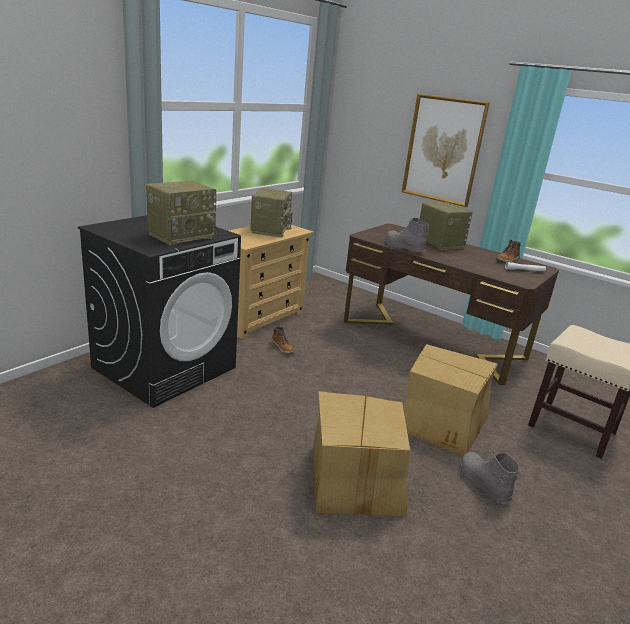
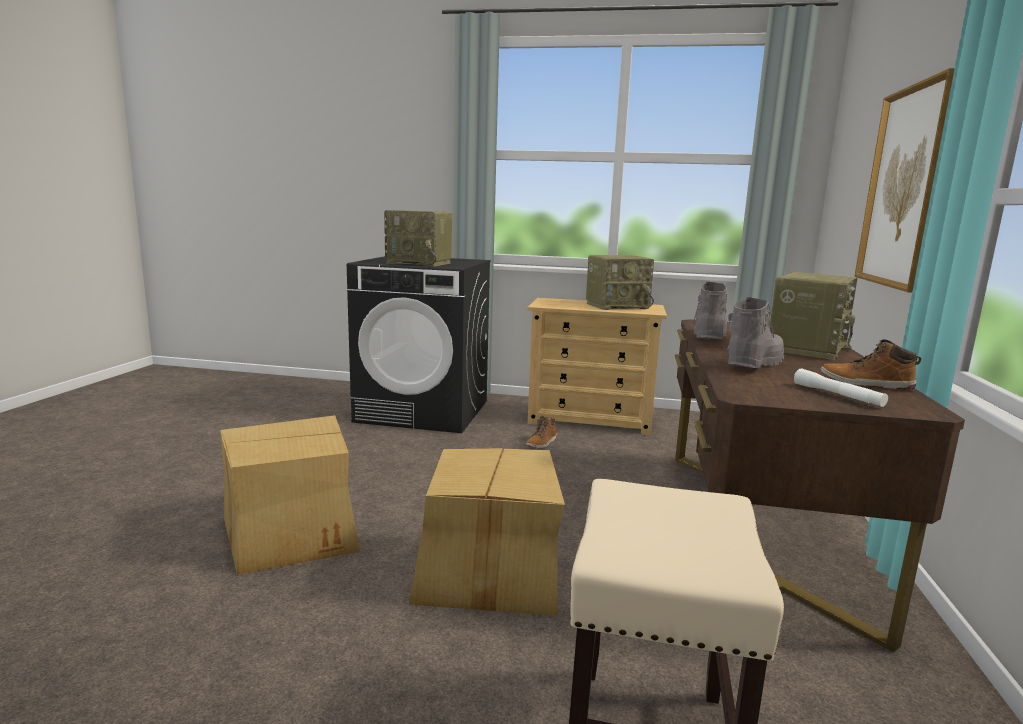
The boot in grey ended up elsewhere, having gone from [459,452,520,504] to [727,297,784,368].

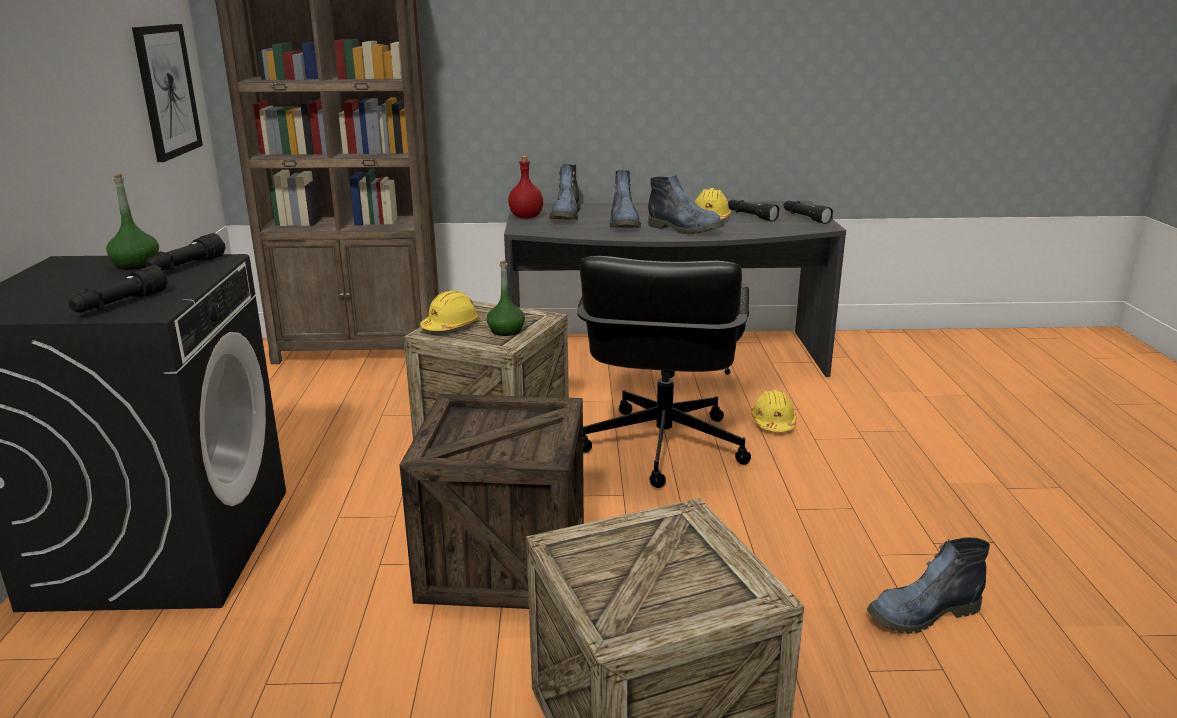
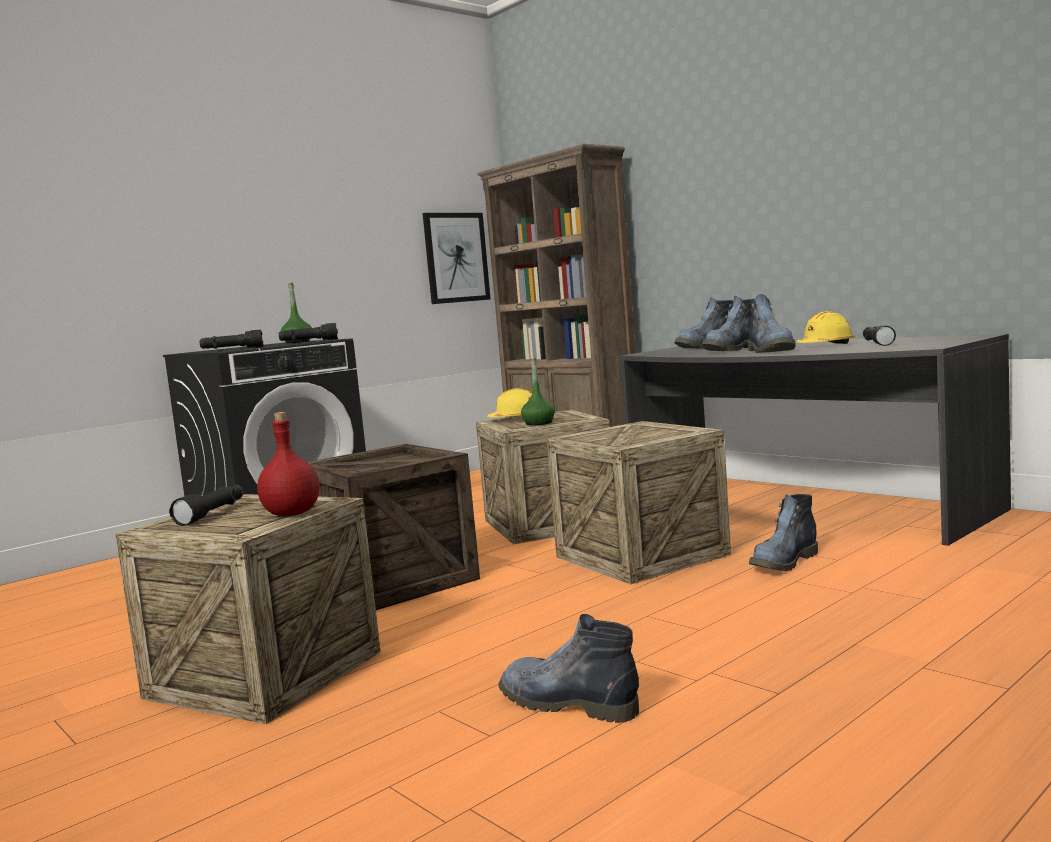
The flashlight in black ended up elsewhere, having gone from [783,201,833,224] to [169,484,243,526].
The bottle in red ended up elsewhere, having gone from [508,156,543,219] to [257,412,320,516].
Where the office chair in black stood at [577,256,751,488], the crate came to stand at [546,421,731,585].
Where the hard hat in yellow stood at [751,389,797,432], the boot came to stand at [749,494,818,571].

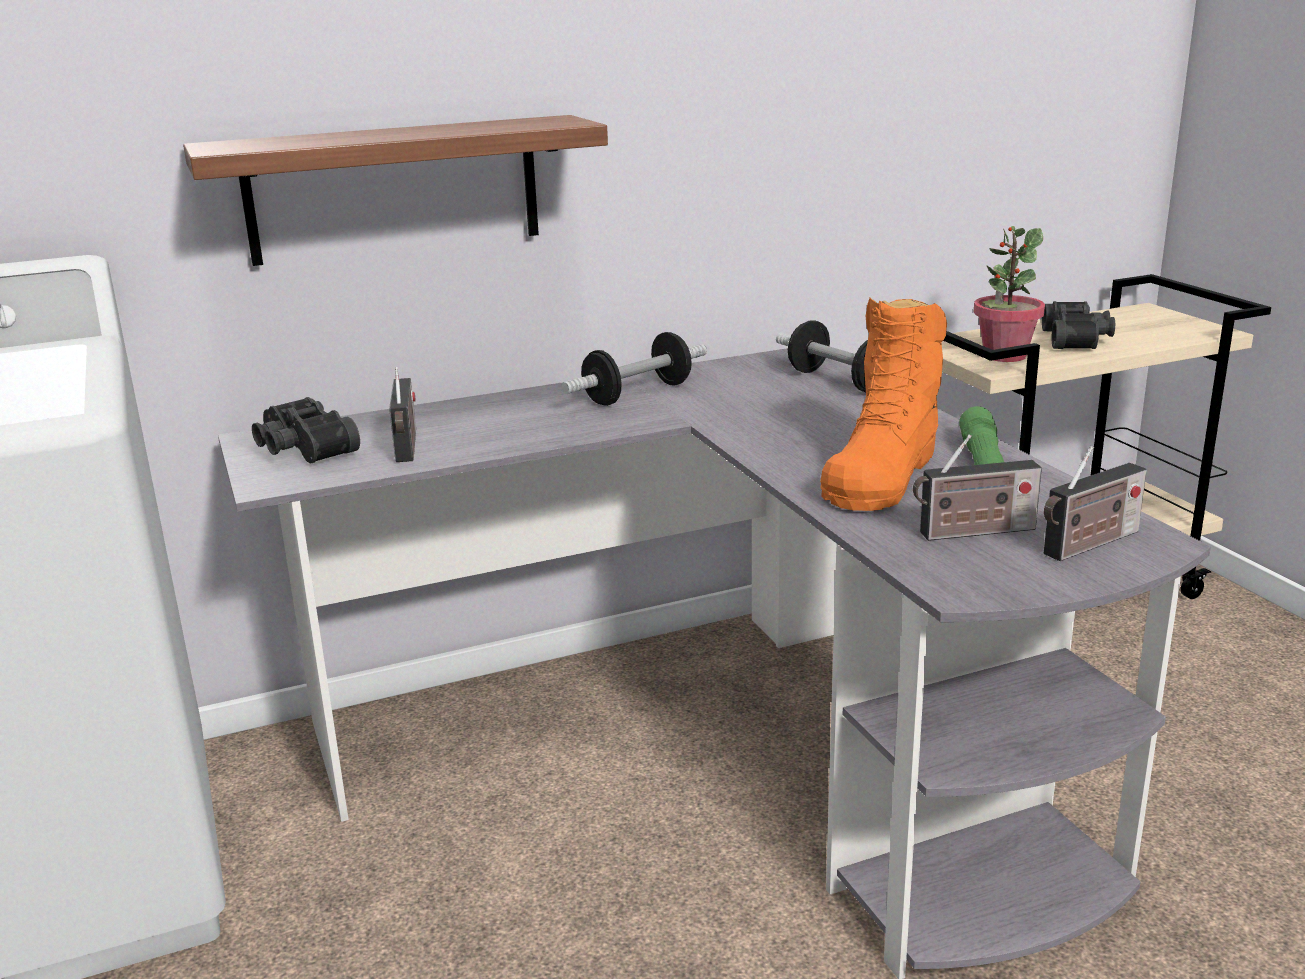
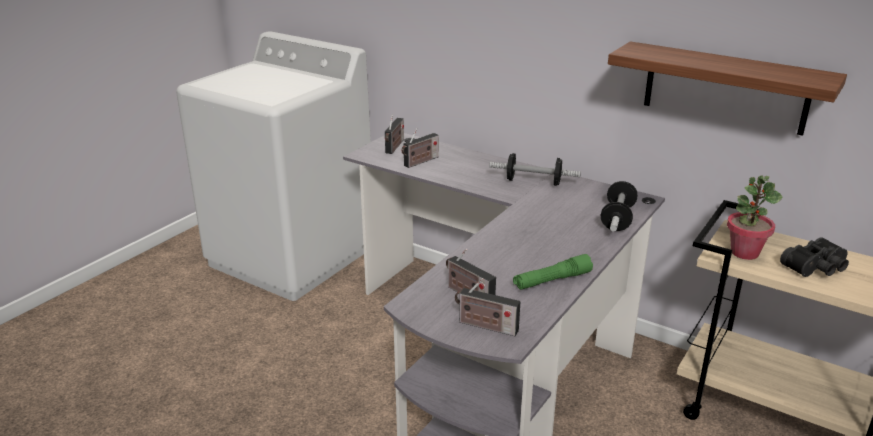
Where the binoculars in black stood at [252,397,360,463], the radio came to stand at [385,114,404,154].
The shelf ended up elsewhere, having gone from [183,115,608,266] to [608,41,847,136].
The second view lost the boot in orange at [820,298,947,511].

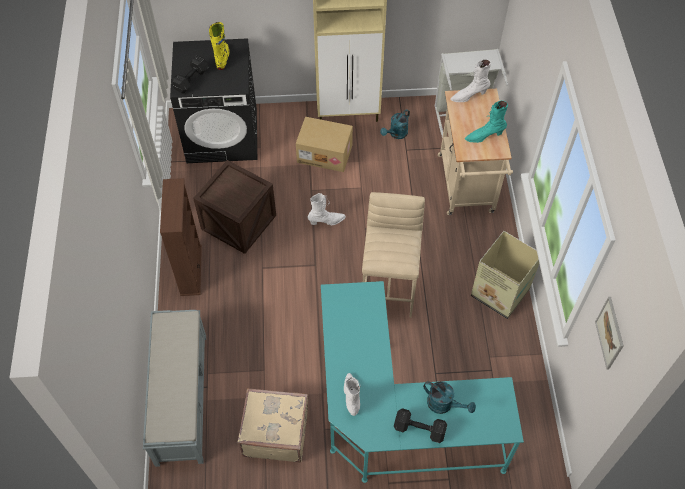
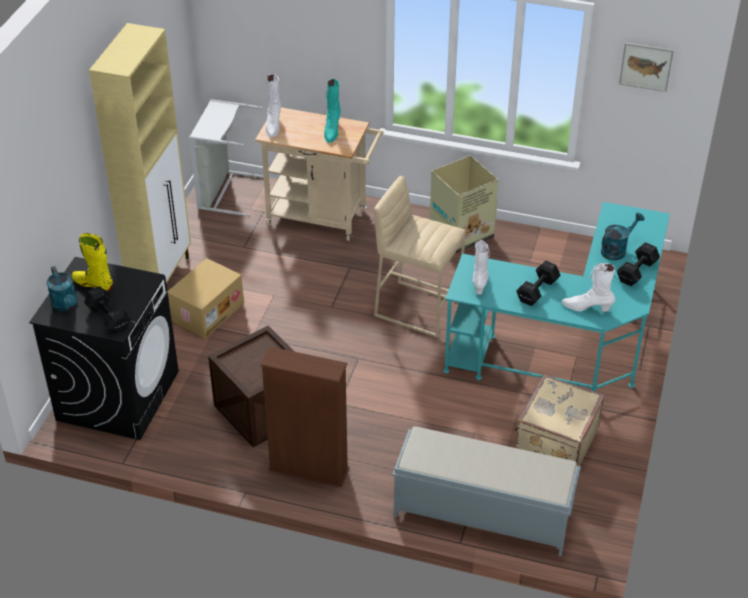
The watering can in turquoise ended up elsewhere, having gone from [380,109,410,139] to [47,266,78,311].
The boot in white ended up elsewhere, having gone from [308,193,346,225] to [473,240,490,295].
The second view gained the dumbbell in black at [516,260,561,306].

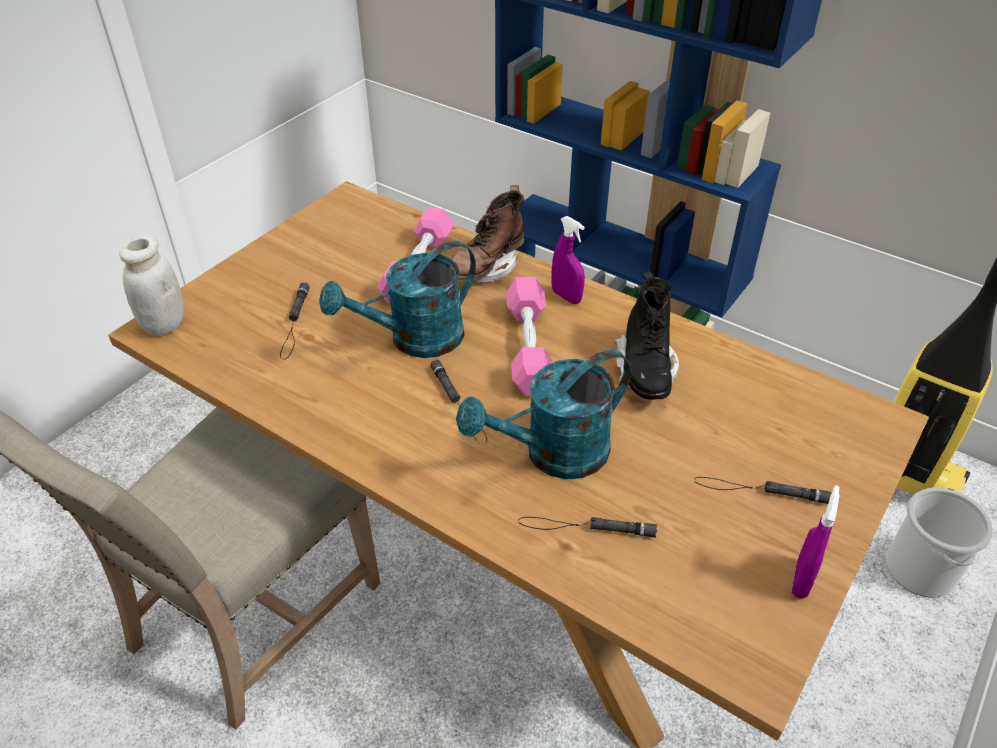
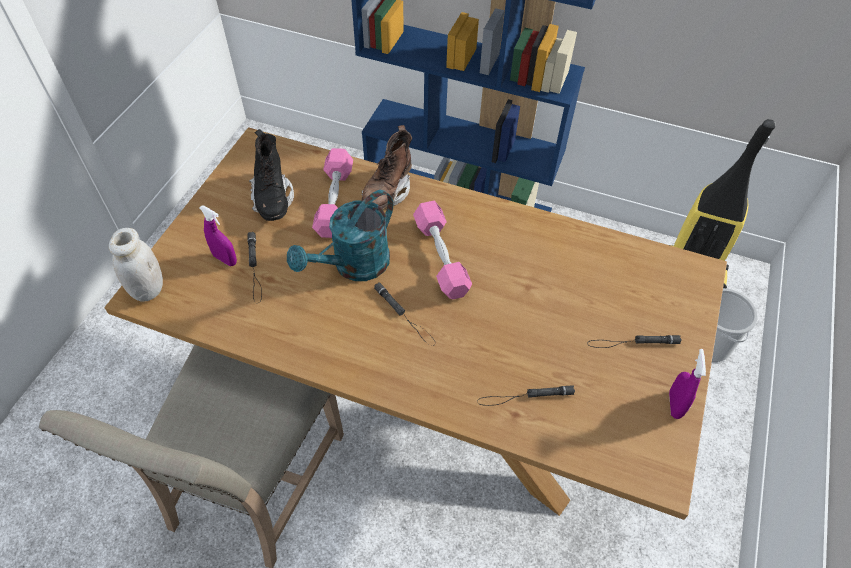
The spray bottle in purple ended up elsewhere, having gone from [552,216,585,304] to [199,205,237,266].
The boot in black ended up elsewhere, having gone from [614,271,679,400] to [249,129,294,221].
The second view lost the watering can in turquoise at [456,349,631,479].

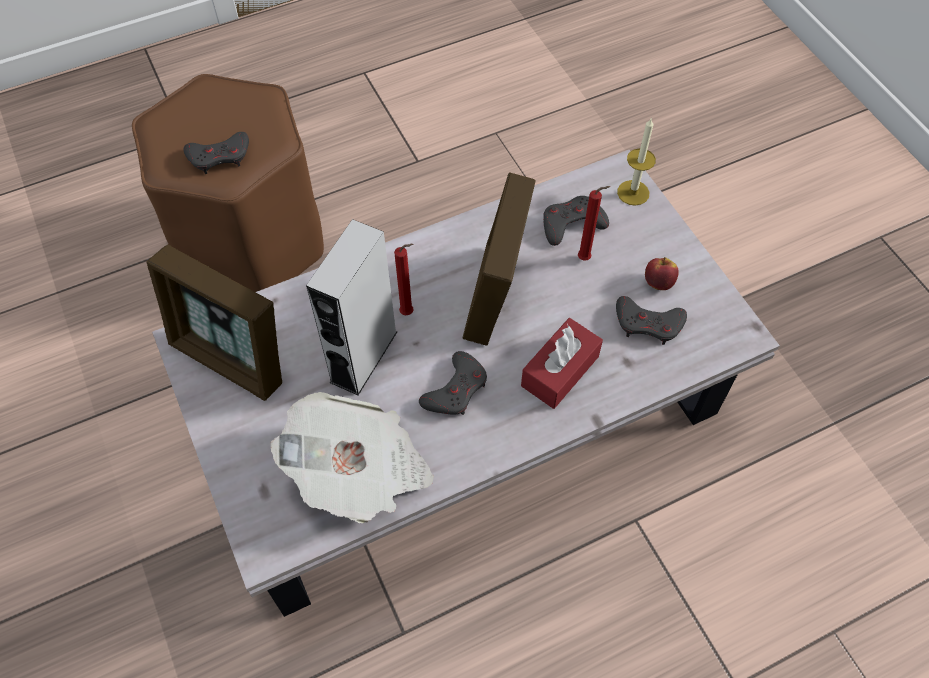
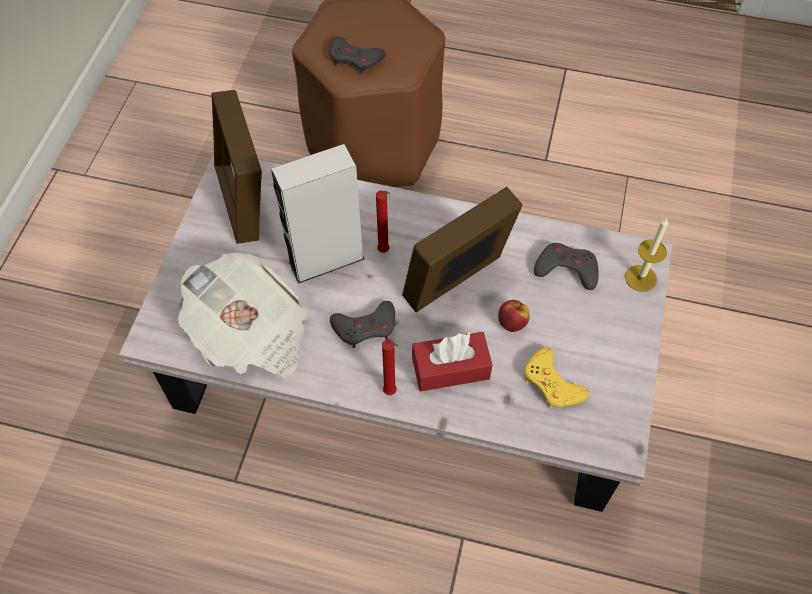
The candle in red ended up elsewhere, having gone from [578,186,610,261] to [382,339,398,395].
The apple ended up elsewhere, having gone from [645,257,679,290] to [498,300,530,332].
What was the game controller in grey at [616,296,687,345] turned into the game controller in yellow at [524,347,589,407].

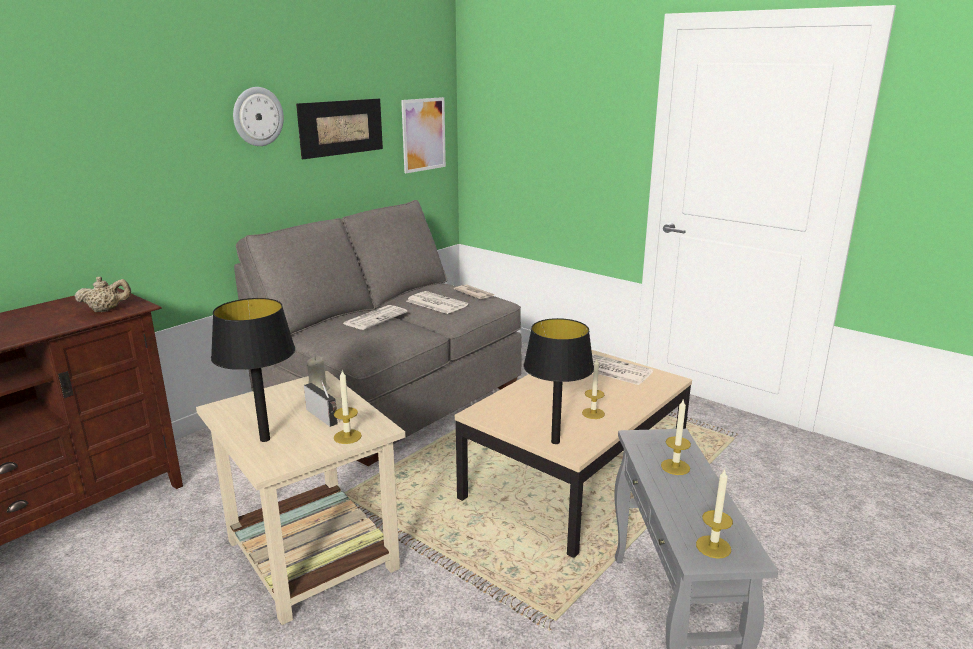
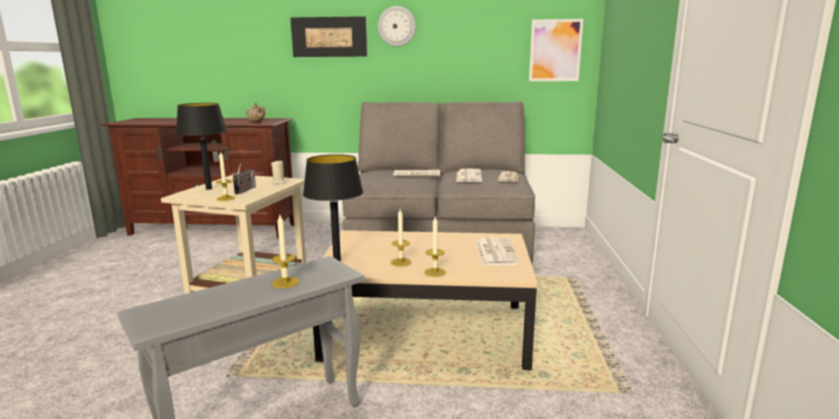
The picture ended up elsewhere, having gone from [296,99,383,159] to [290,16,367,57].
The candle ended up elsewhere, having gone from [696,469,733,559] to [424,217,446,277].

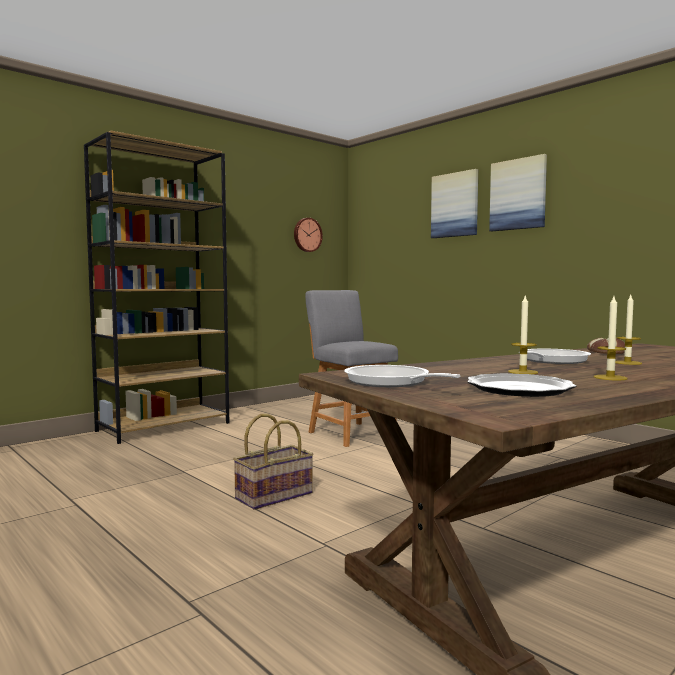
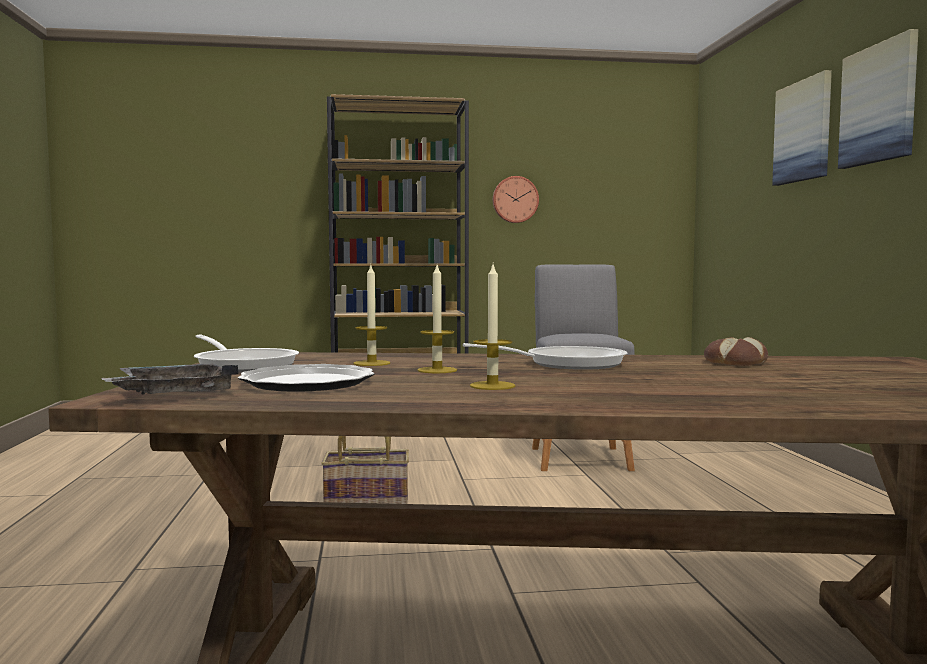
The second view gained the tray in grey at [101,364,239,395].
The frying pan at [344,365,461,387] ended up facing another way, 135 degrees clockwise from before.
The candle ended up elsewhere, having gone from [615,295,642,365] to [353,265,390,366].
The wall clock ended up elsewhere, having gone from [294,218,323,252] to [493,176,539,223].

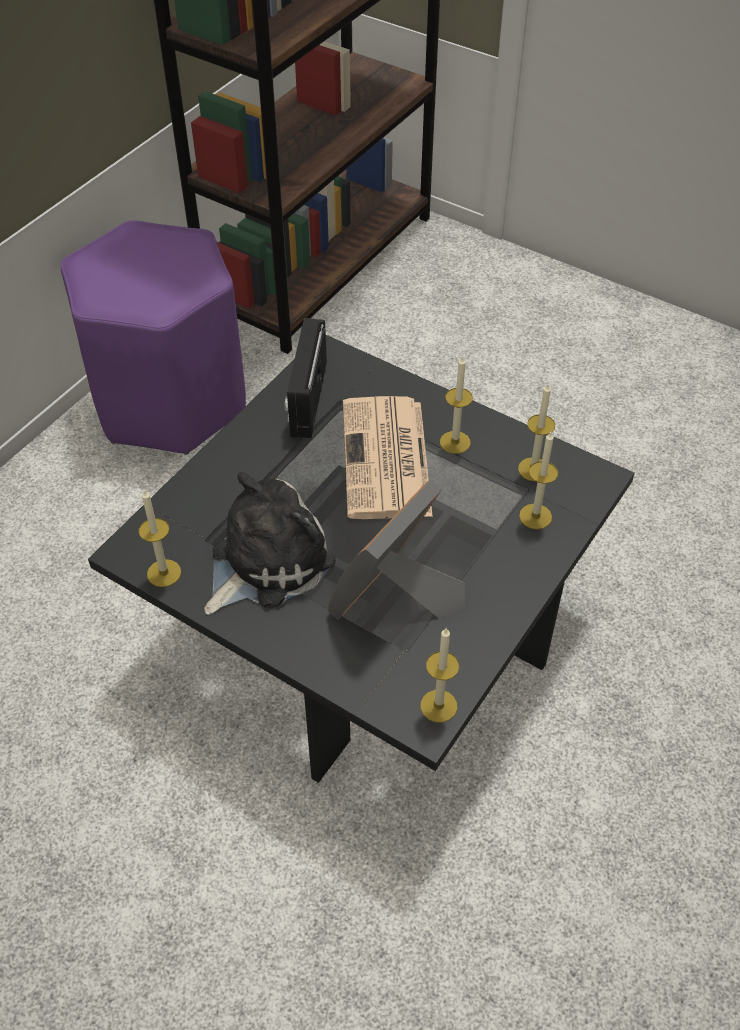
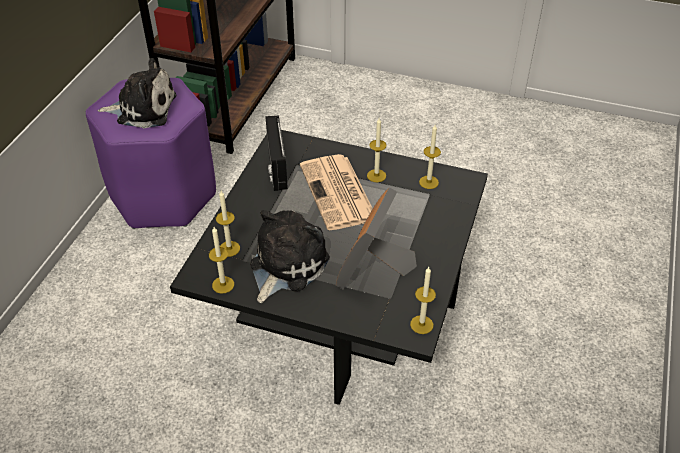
The second view gained the plush toy at [98,58,177,128].
The candle ended up elsewhere, having gone from [519,432,558,529] to [216,191,240,257].

